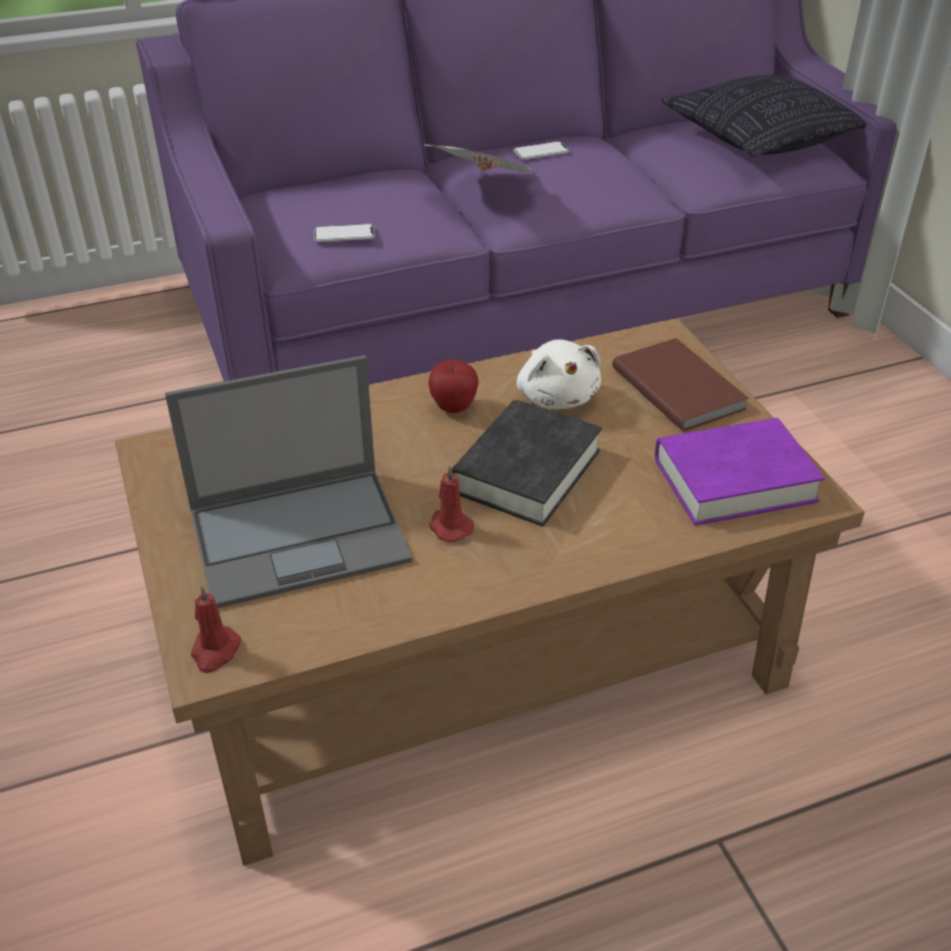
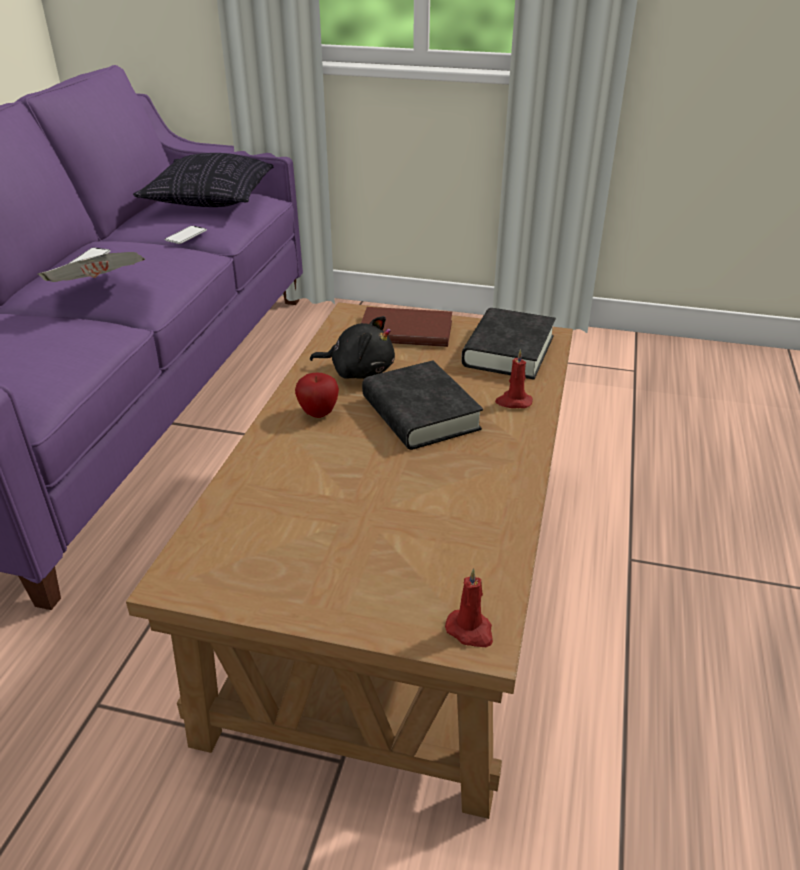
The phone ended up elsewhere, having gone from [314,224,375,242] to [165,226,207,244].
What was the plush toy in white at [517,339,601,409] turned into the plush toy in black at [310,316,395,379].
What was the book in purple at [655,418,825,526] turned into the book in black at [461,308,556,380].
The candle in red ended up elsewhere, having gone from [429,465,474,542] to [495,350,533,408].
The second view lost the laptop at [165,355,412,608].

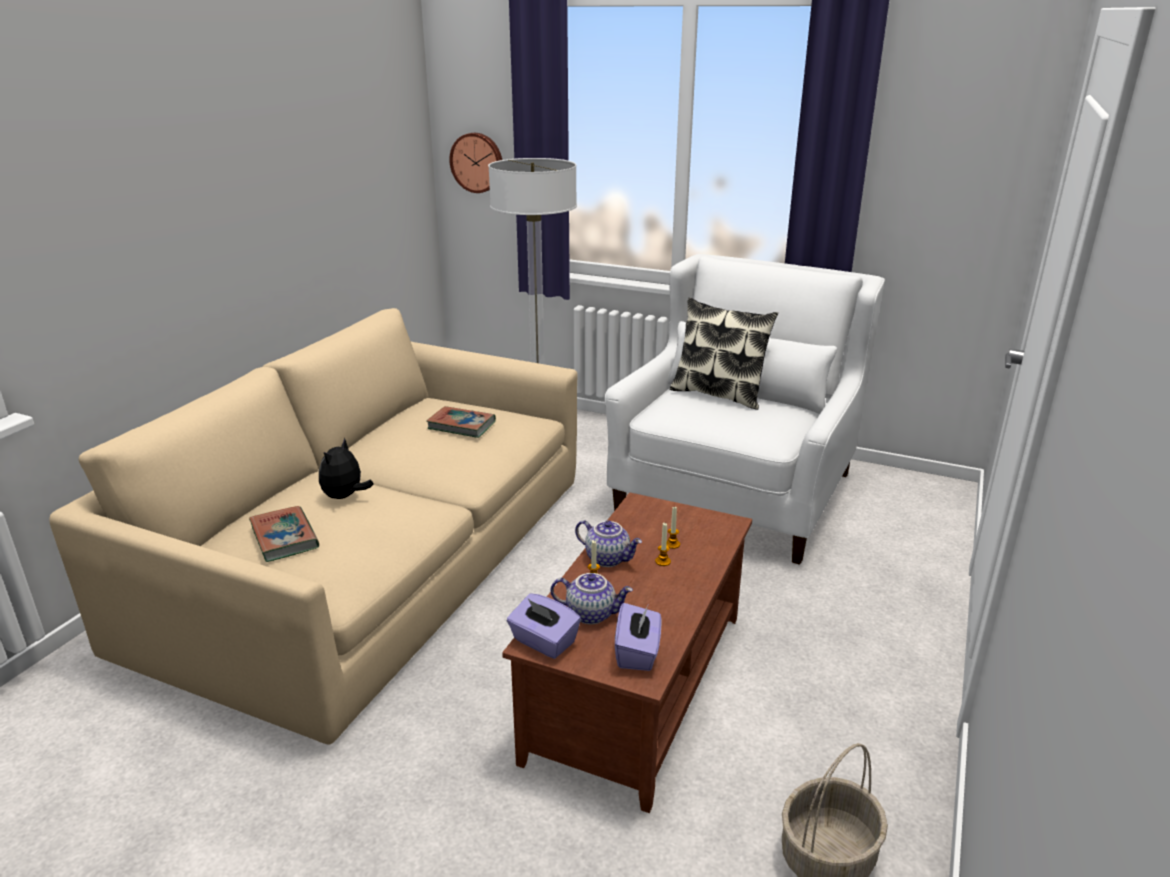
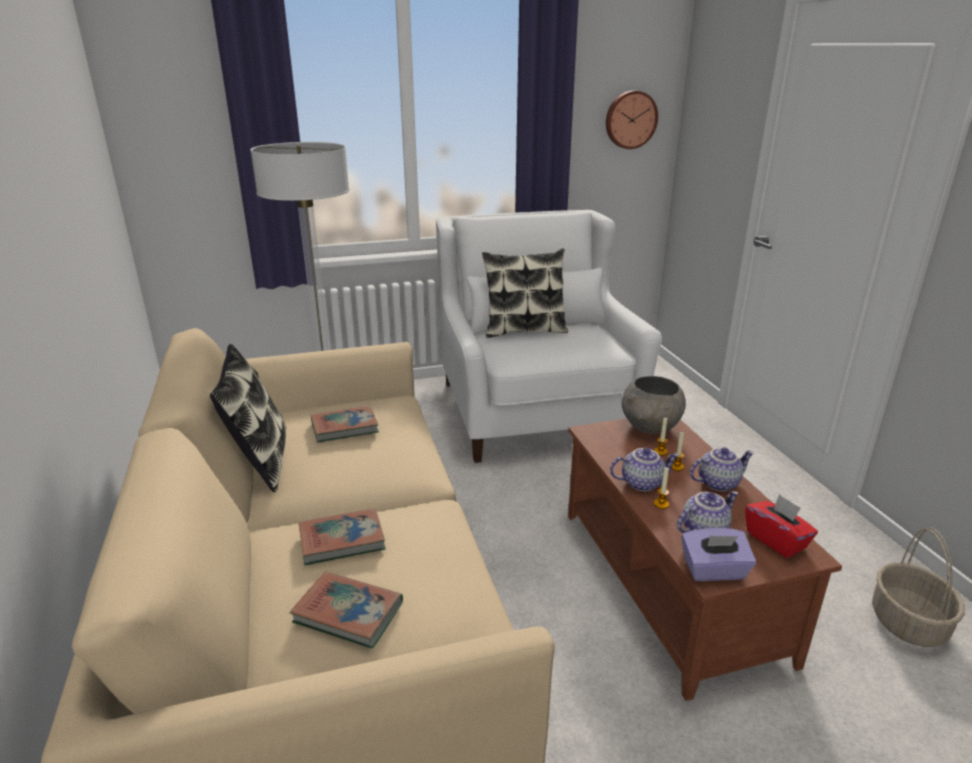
The second view gained the pillow at [210,344,286,492].
Where the plush toy stood at [319,437,373,499], the book came to stand at [299,508,386,565].
The wall clock ended up elsewhere, having gone from [449,133,502,193] to [606,91,658,149].
The second view gained the bowl in grey at [622,376,686,434].
The second view gained the teapot at [690,447,754,491].
What was the tissue box in purple at [615,603,662,671] turned into the tissue box in red at [745,494,818,558].

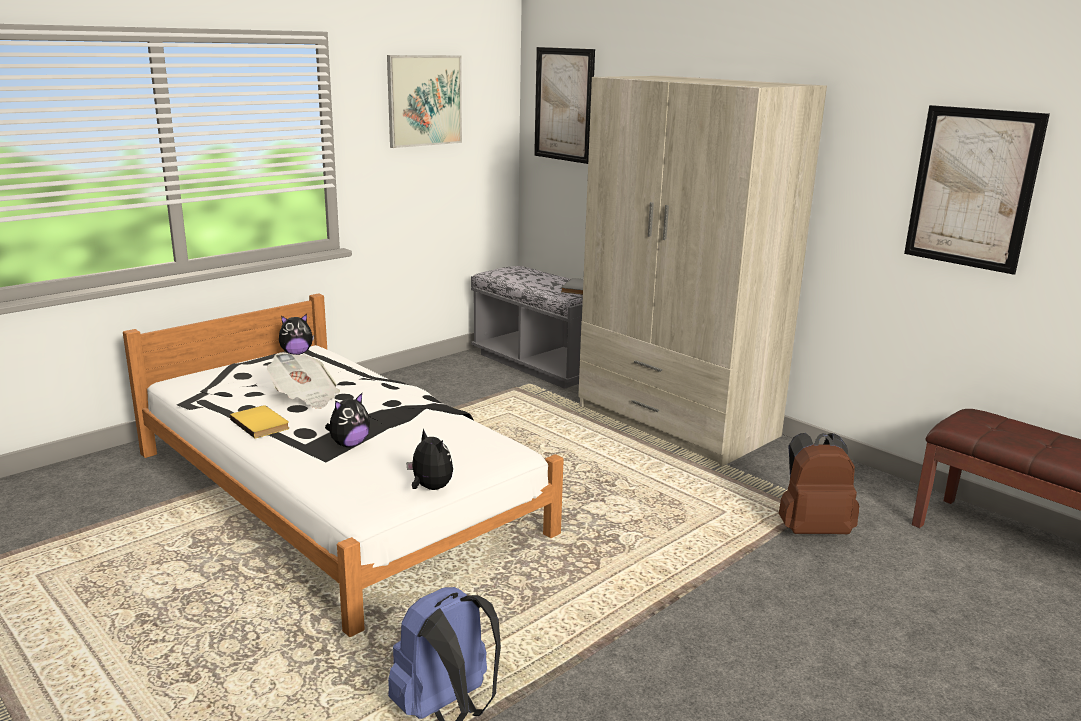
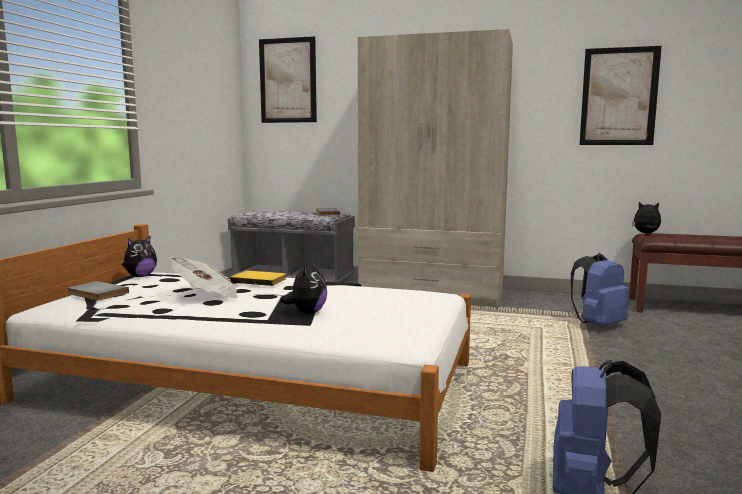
The second view gained the book in grey at [67,281,129,300].
The book in yellow ended up elsewhere, having gone from [230,405,289,439] to [230,271,286,286].
What was the backpack in brown at [779,433,860,534] turned into the backpack in blue at [571,253,629,326].
The plush toy ended up elsewhere, having gone from [406,429,453,490] to [632,202,661,233].
The second view lost the picture at [387,55,462,148].

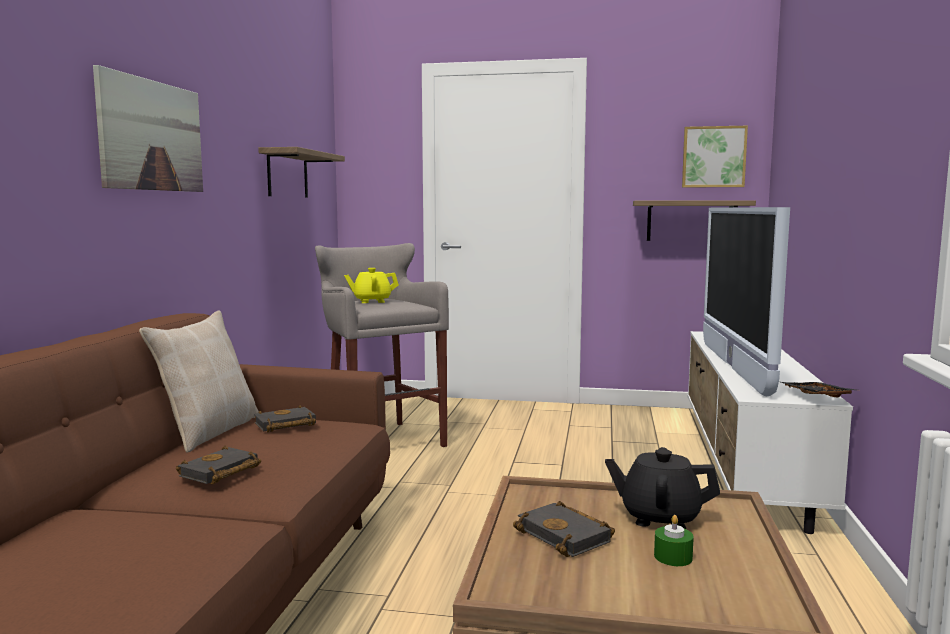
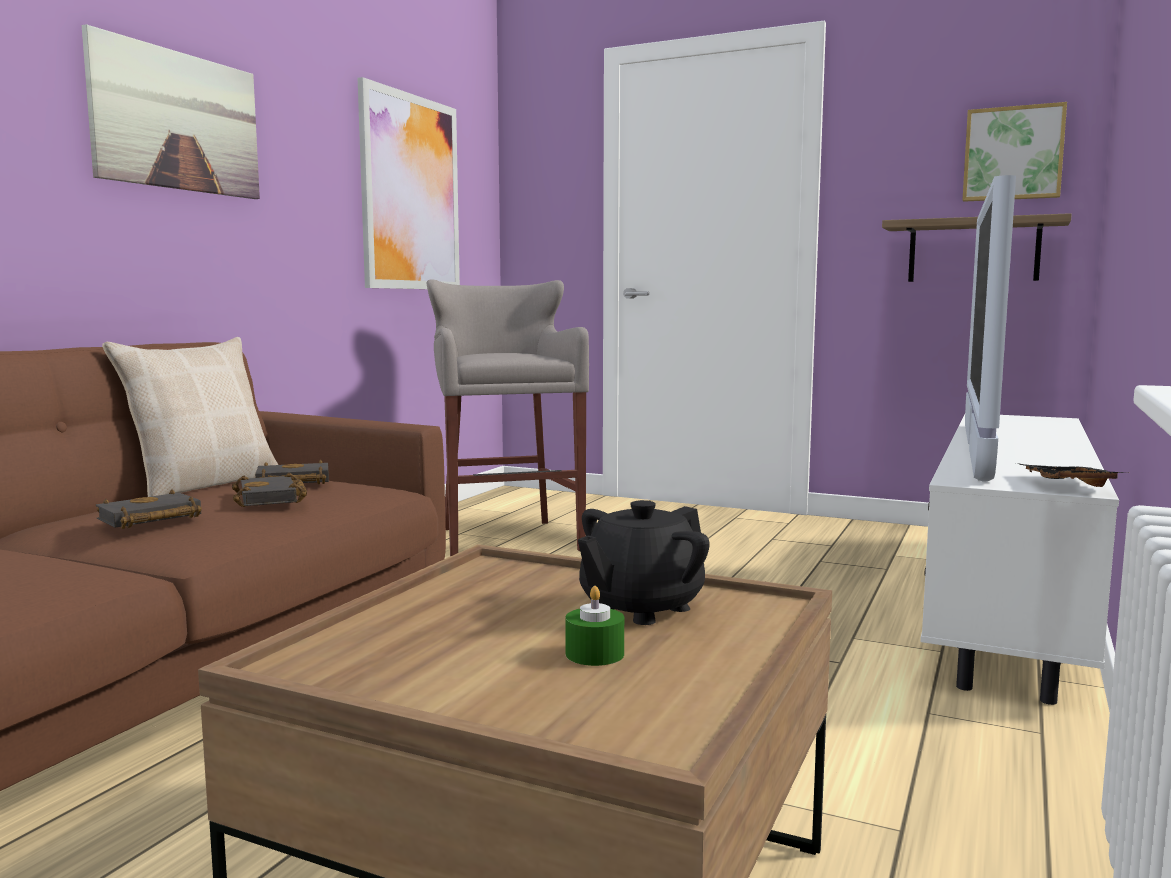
The book in black ended up elsewhere, having gone from [513,501,615,557] to [232,473,307,507].
Where the shelf hung at [258,147,345,198], the picture came to hang at [358,77,460,289].
The teapot in black at [605,447,720,529] ended up facing another way, 75 degrees counterclockwise from before.
The second view lost the teapot in yellow at [344,268,399,303].

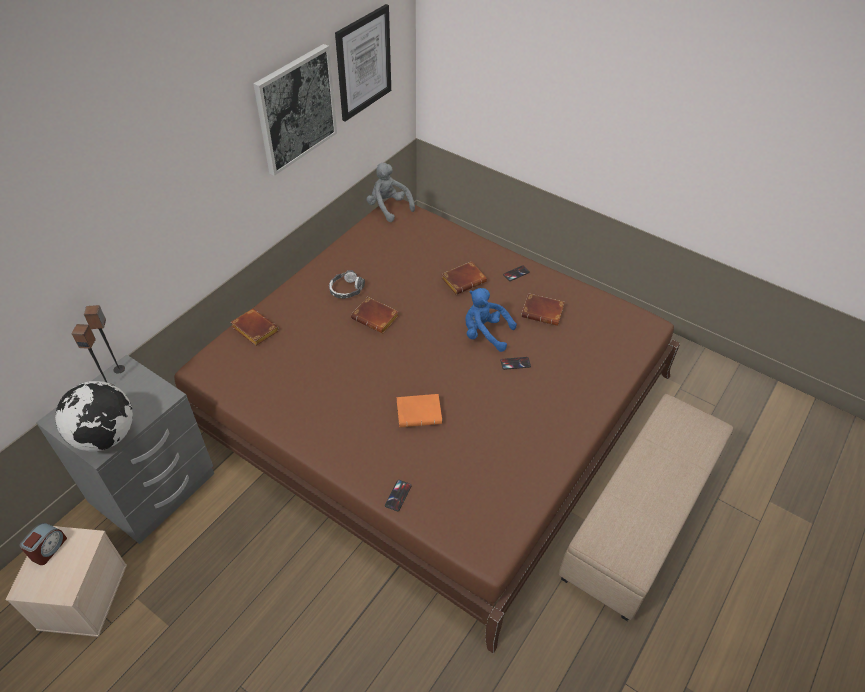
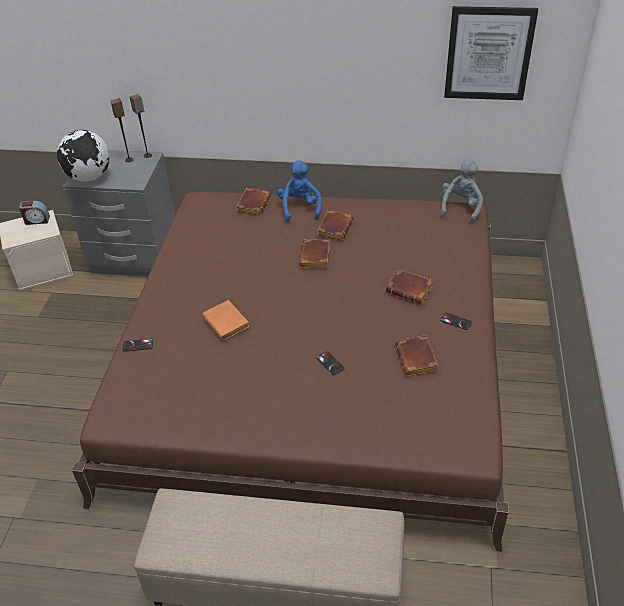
The plush toy in blue ended up elsewhere, having gone from [465,288,517,352] to [277,160,322,221].
Where the headphones stood at [329,270,365,299], the book in brown came to stand at [318,210,354,241].
The second view lost the picture at [253,44,337,176].

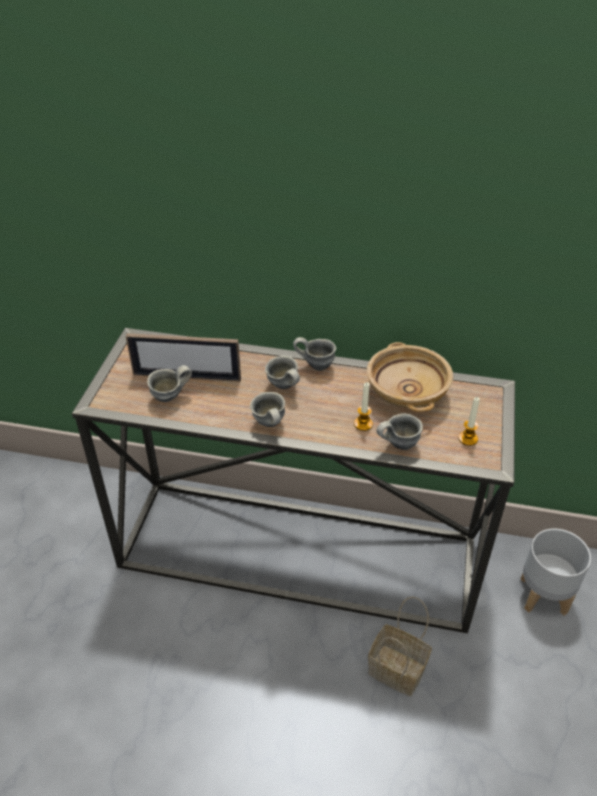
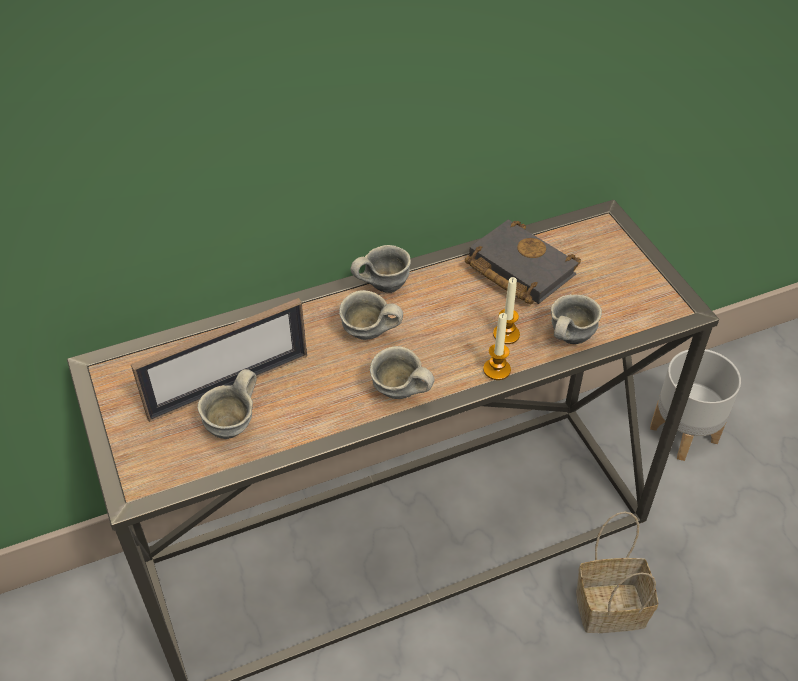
Where the bowl in beige stood at [367,342,453,412], the book in black came to stand at [465,219,581,304].
The candle ended up elsewhere, having gone from [458,397,480,446] to [483,313,511,380].

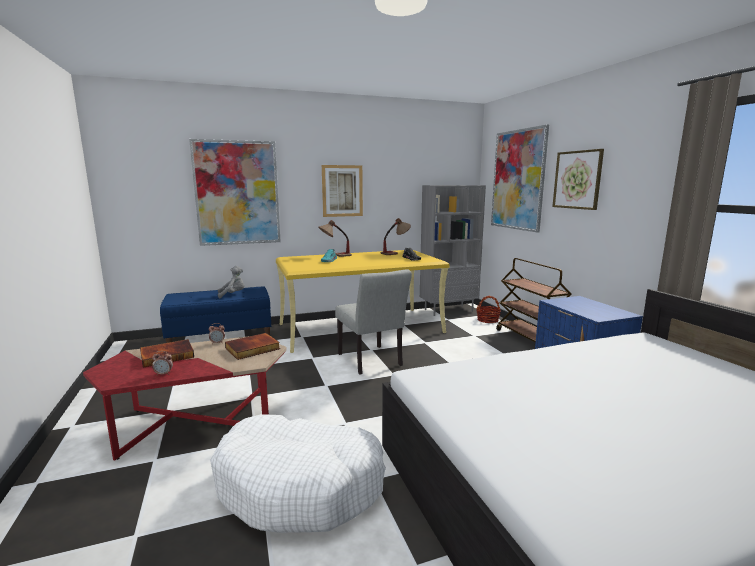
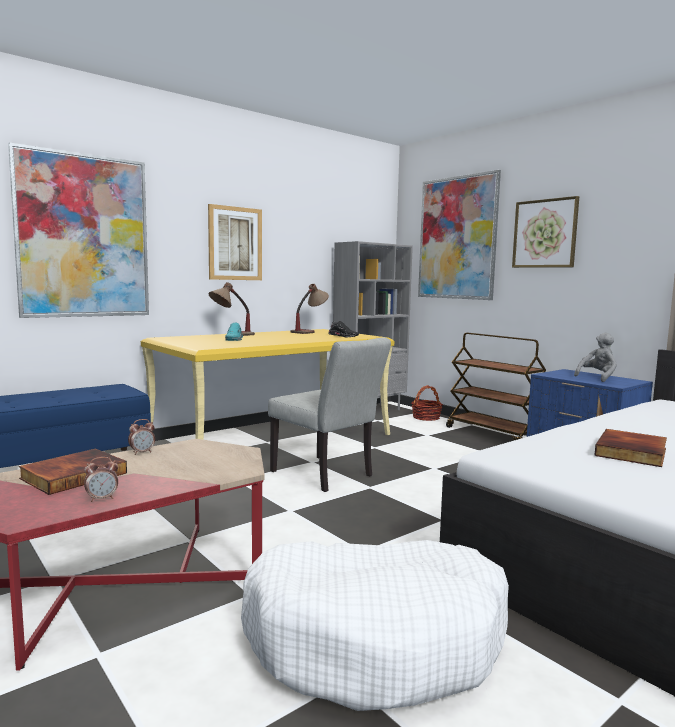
The plush toy in grey ended up elsewhere, having gone from [218,266,245,299] to [574,333,617,382].
The book ended up elsewhere, having gone from [225,333,280,360] to [595,429,667,467].

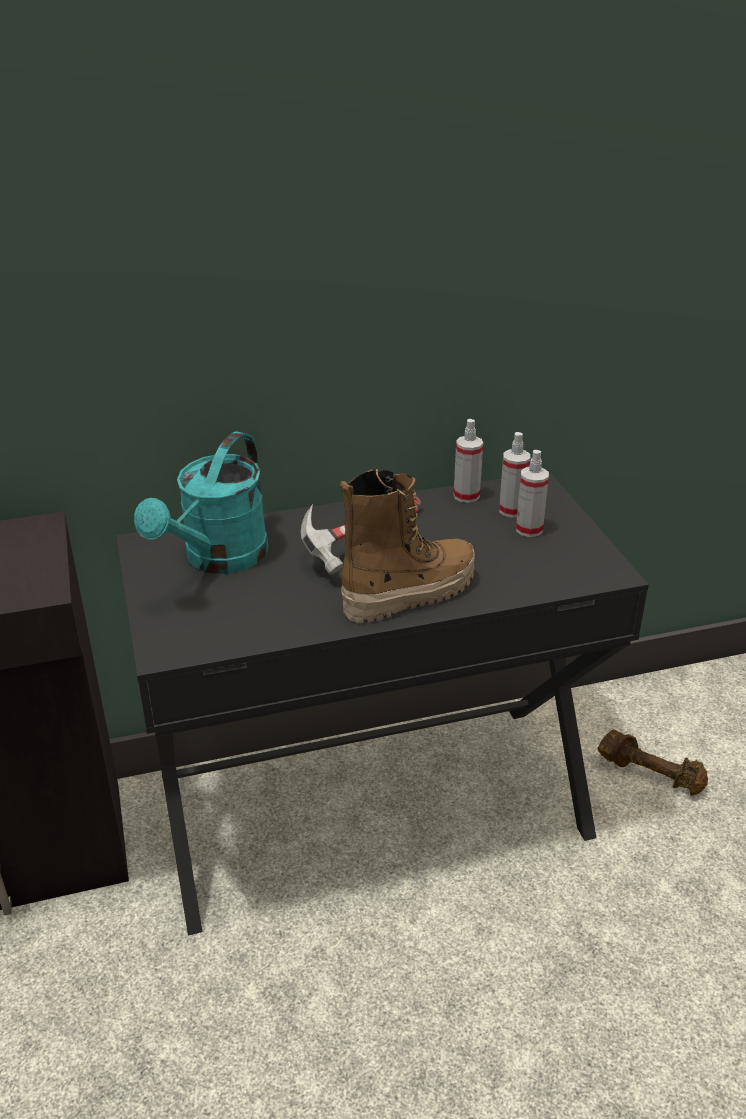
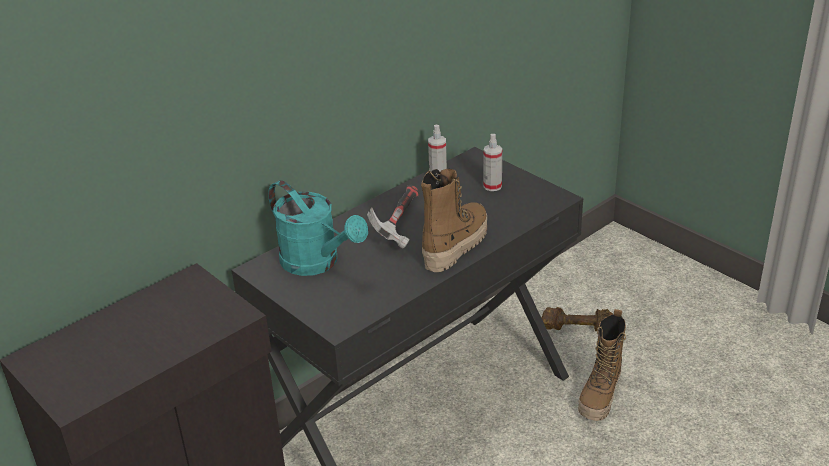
The watering can in turquoise at [134,431,268,574] ended up facing another way, 45 degrees counterclockwise from before.
The second view gained the boot at [578,309,626,421].
The second view lost the spray bottle at [499,432,530,518].

